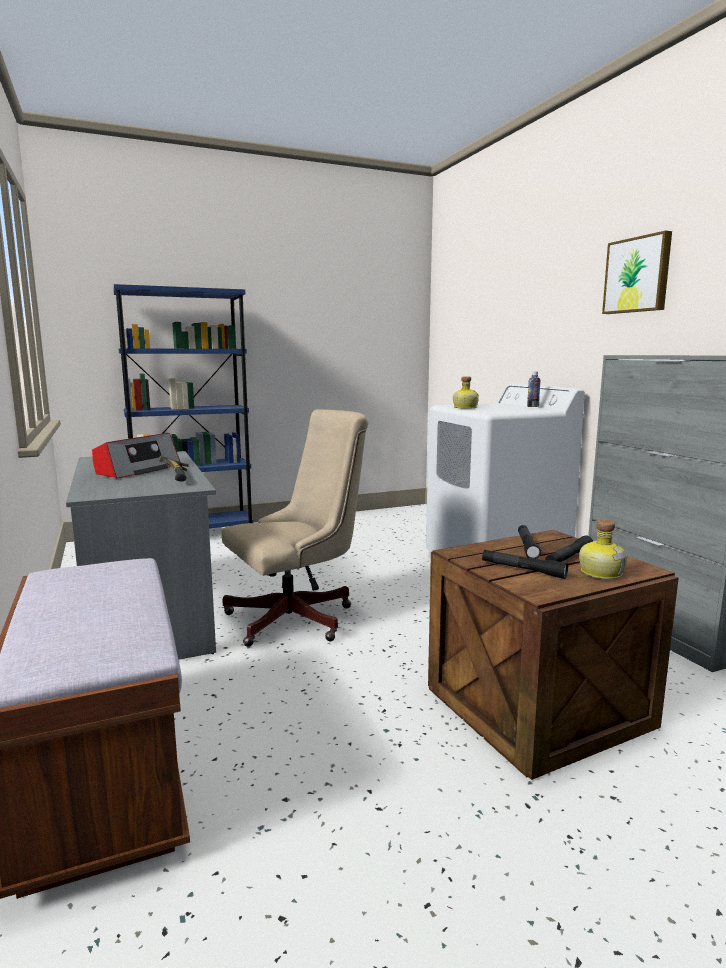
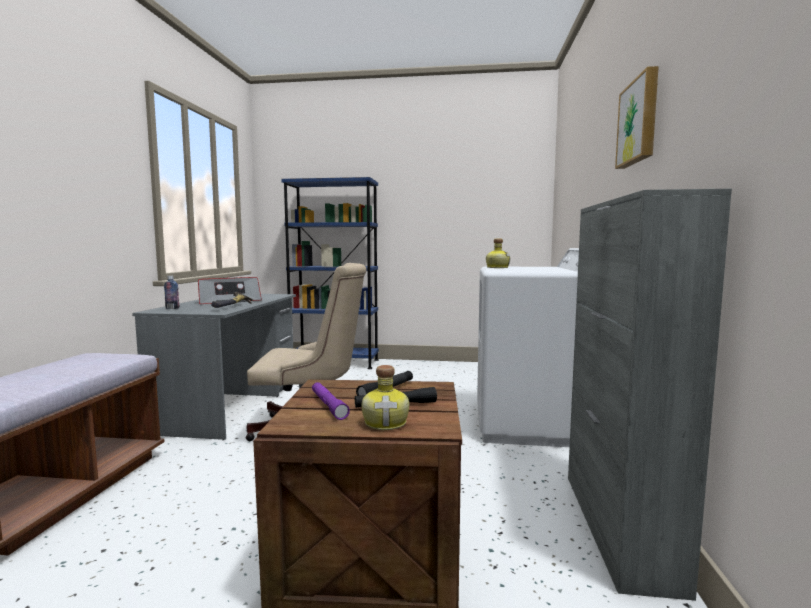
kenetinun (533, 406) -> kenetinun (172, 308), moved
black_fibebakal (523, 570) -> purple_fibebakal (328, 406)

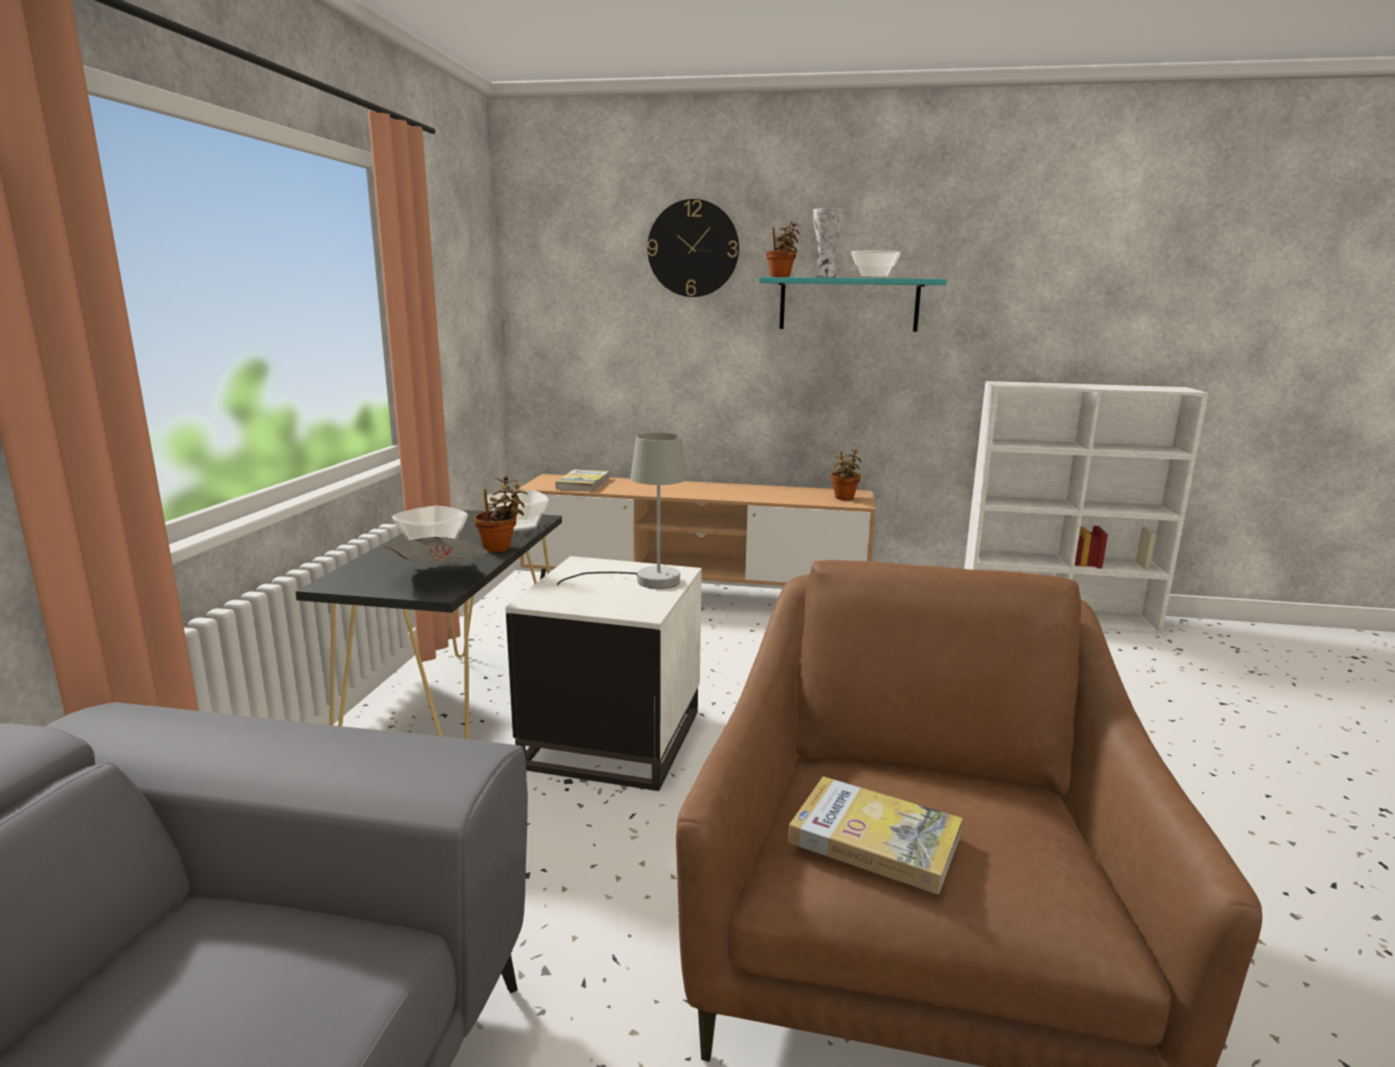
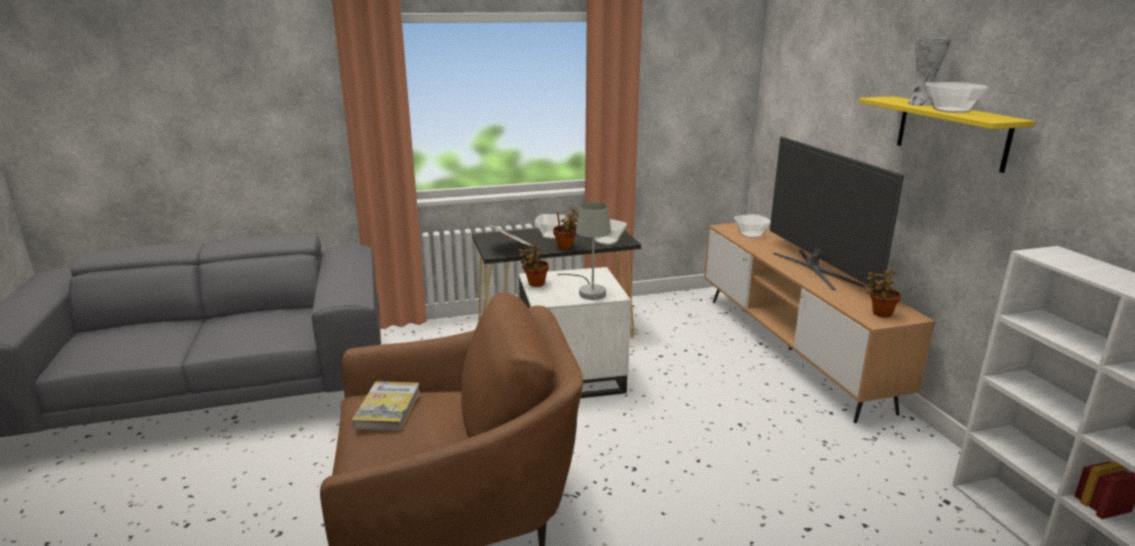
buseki (693, 248) -> none
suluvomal (781, 277) -> suluvomal (535, 284), moved
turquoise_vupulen (849, 304) -> yellow_vupulen (951, 132)
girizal (583, 484) -> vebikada (751, 235)
none -> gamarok (816, 269)

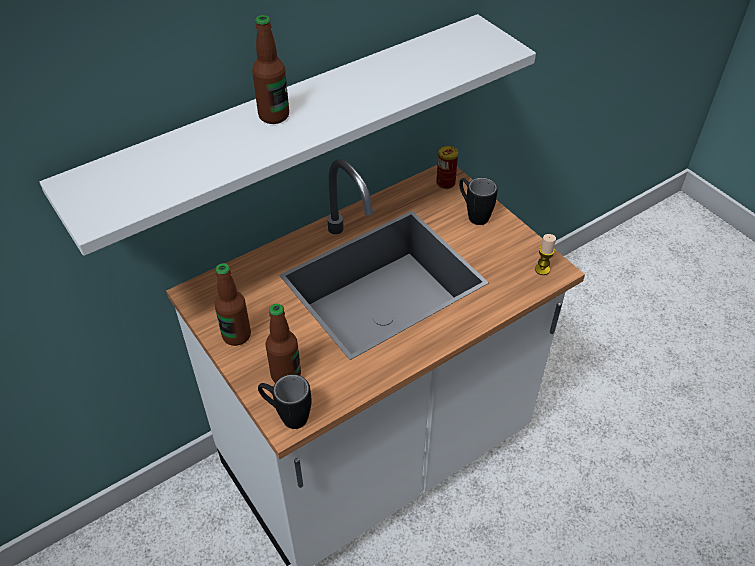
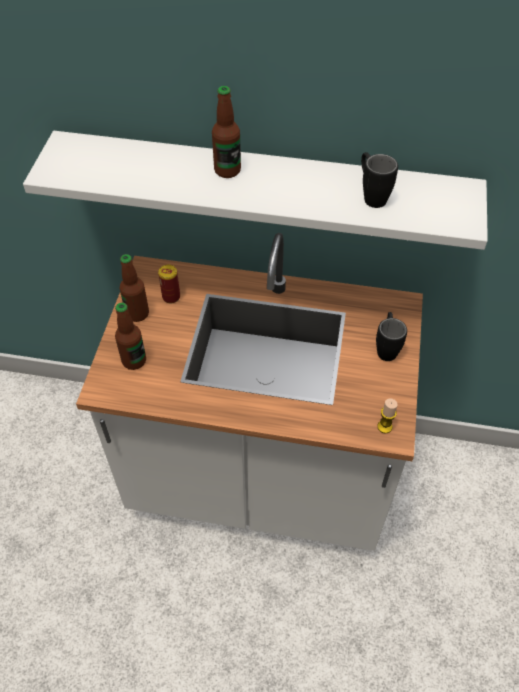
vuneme (445, 183) -> vuneme (171, 297), moved
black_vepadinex (287, 415) -> black_vepadinex (371, 195), moved

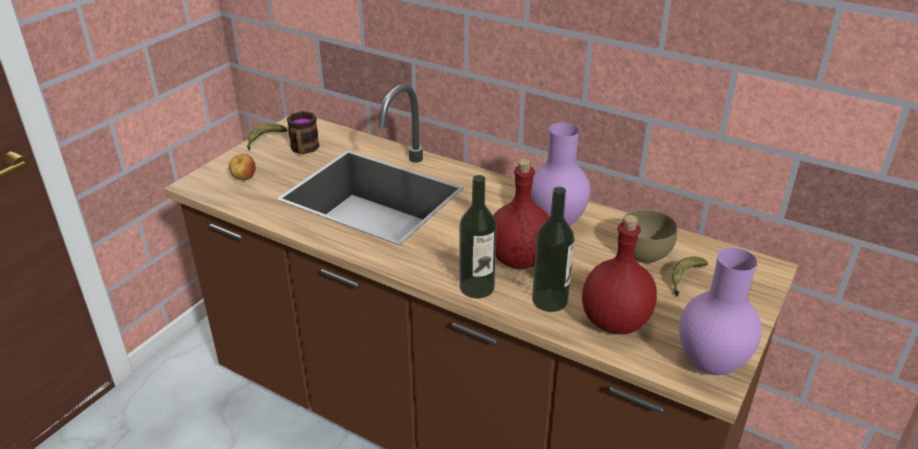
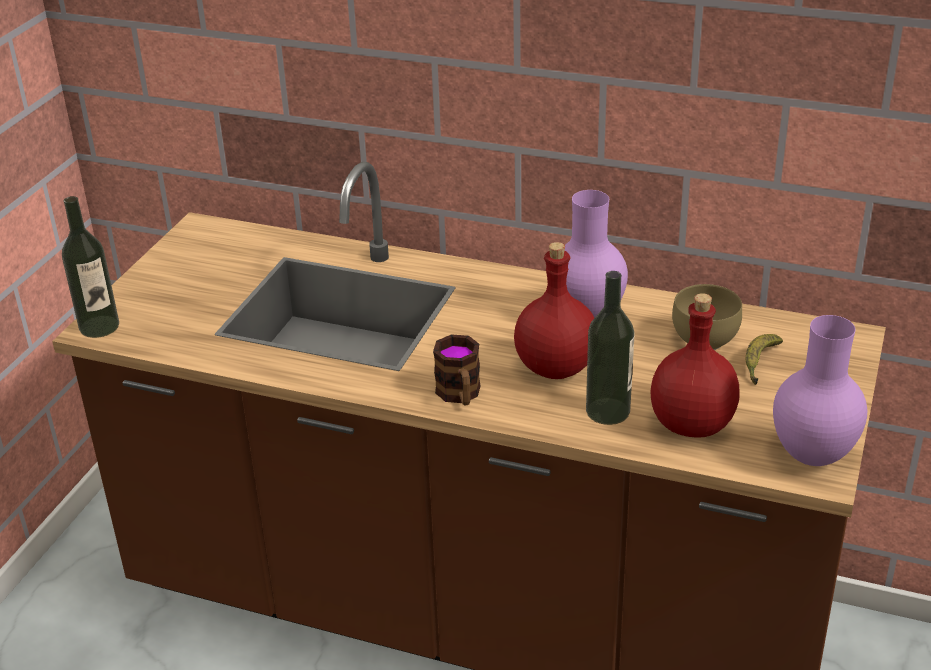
vepadinex (304, 150) -> vepadinex (460, 395), moved
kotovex (264, 140) -> none
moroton (244, 178) -> none
kenetinun (477, 287) -> kenetinun (99, 326), moved

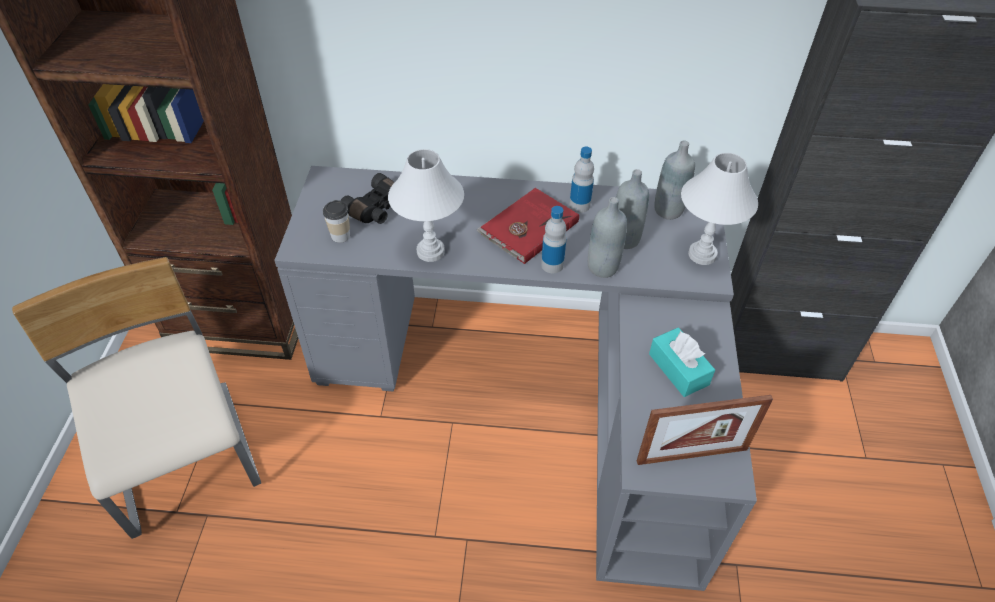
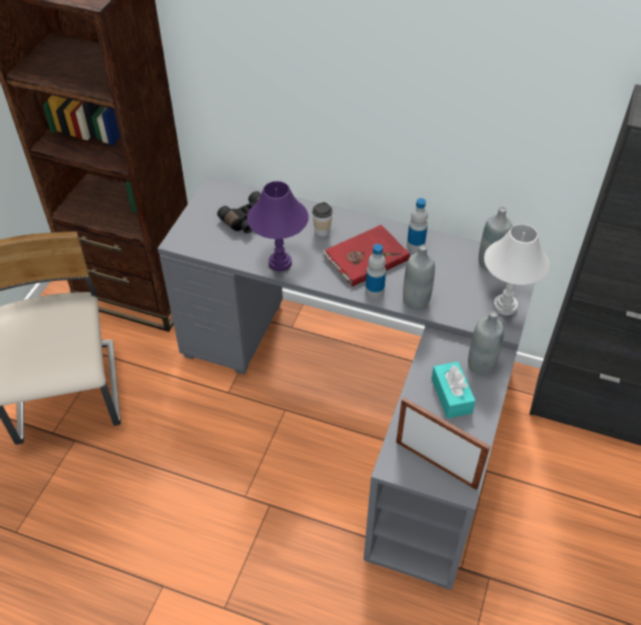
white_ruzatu (430, 251) -> purple_ruzatu (279, 263)
grey_kenetinun (624, 239) -> grey_kenetinun (481, 365), moved
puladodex (340, 236) -> puladodex (322, 231), moved
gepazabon (692, 455) -> gepazabon (436, 464), 150 degrees counterclockwise

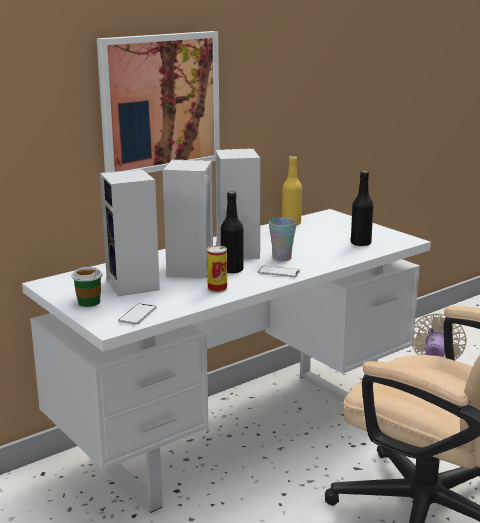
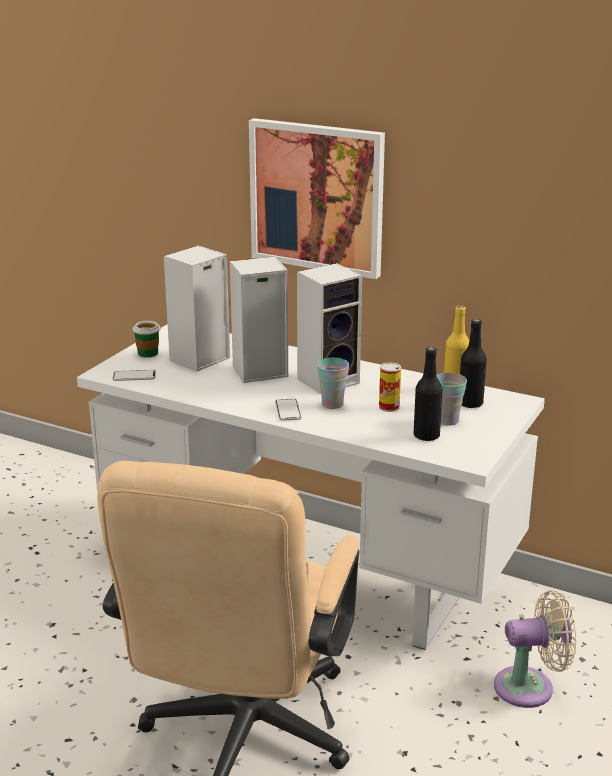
black_kenetinun (232, 270) -> black_kenetinun (470, 403), moved
vuneme (217, 288) -> vuneme (389, 407), moved
none -> puladodex (447, 420)

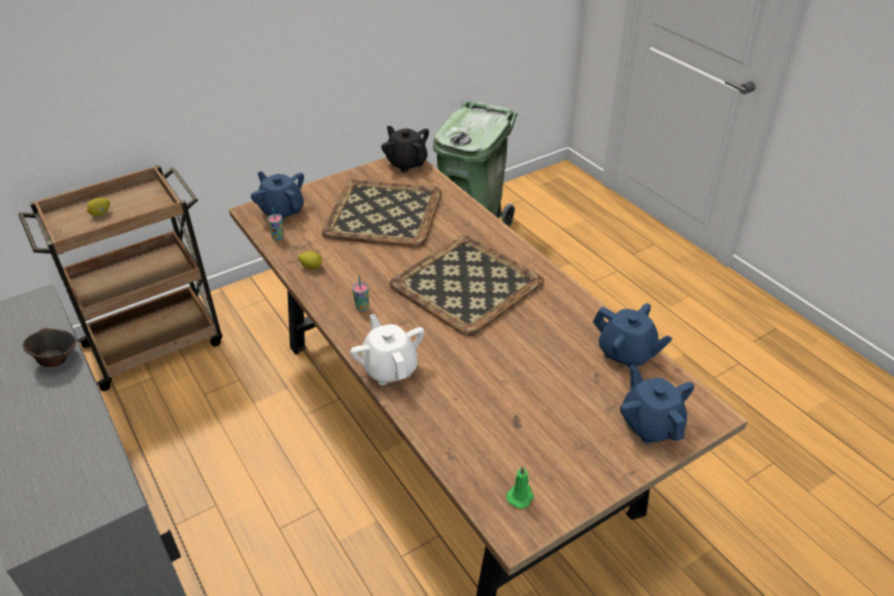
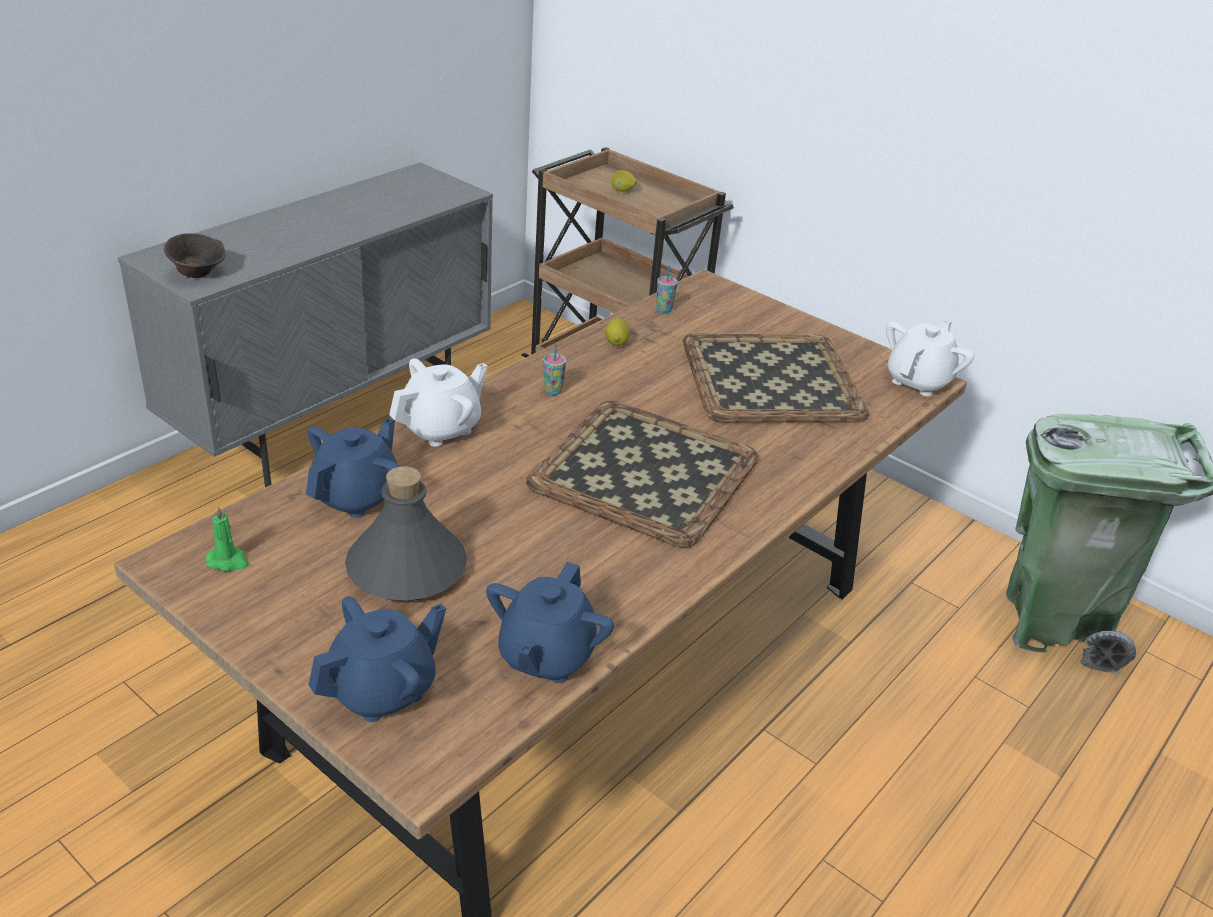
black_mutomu (406, 163) -> white_mutomu (918, 381)
blue_mutomu (282, 211) -> blue_mutomu (356, 496), moved
brown_vebikada (56, 359) -> brown_vebikada (198, 273), moved
none -> grey_kenetinun (406, 569)

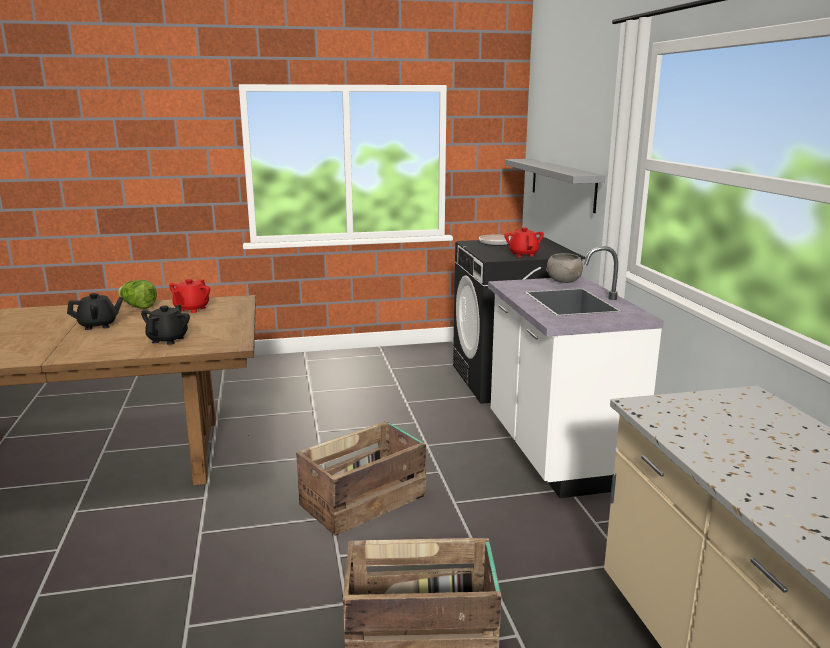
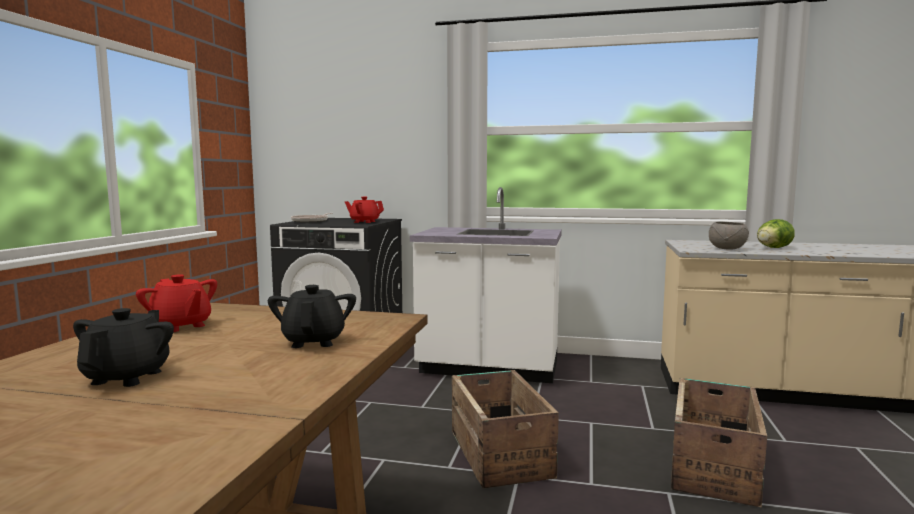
grey_vupulen (562, 183) -> none
grey_vebikada (563, 281) -> grey_vebikada (726, 248), moved
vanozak (138, 307) -> vanozak (772, 248), moved
black_mutomu (168, 339) -> black_mutomu (314, 341), 45 degrees clockwise

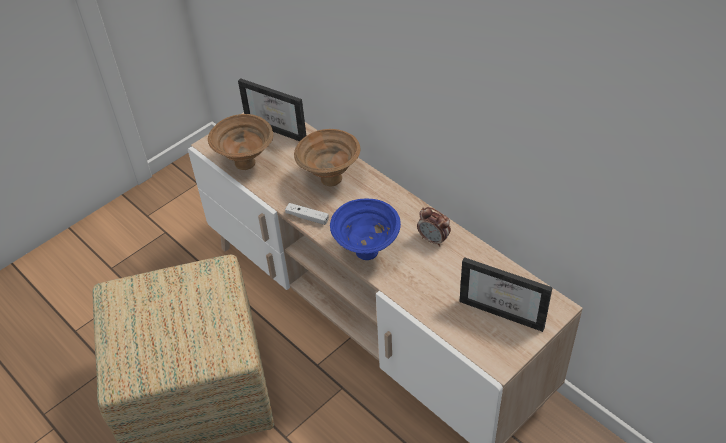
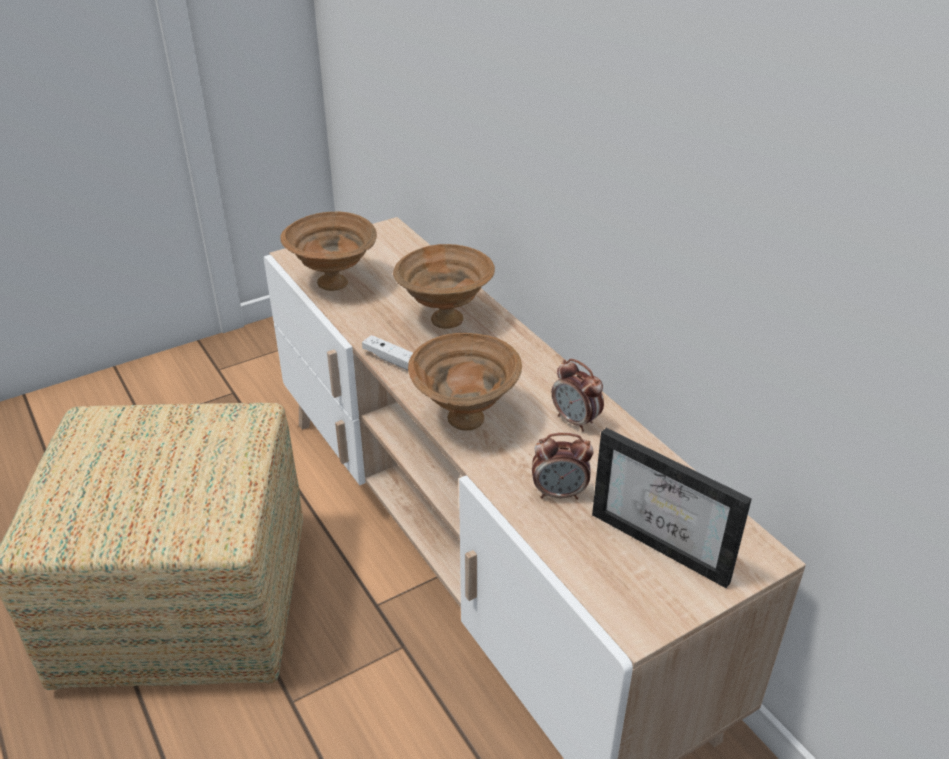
gepazabon (281, 127) -> none
blue_vebikada (367, 253) -> brown_vebikada (466, 421)
none -> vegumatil (559, 493)

